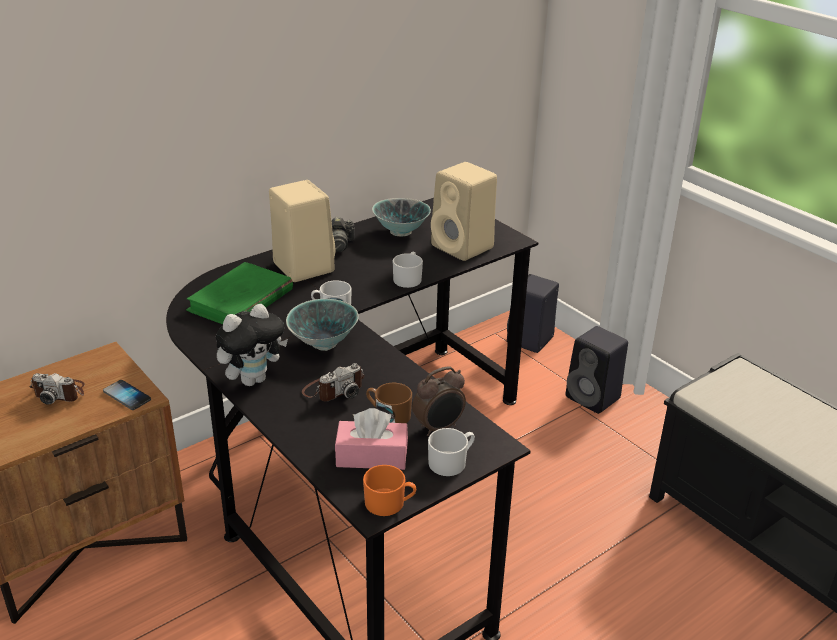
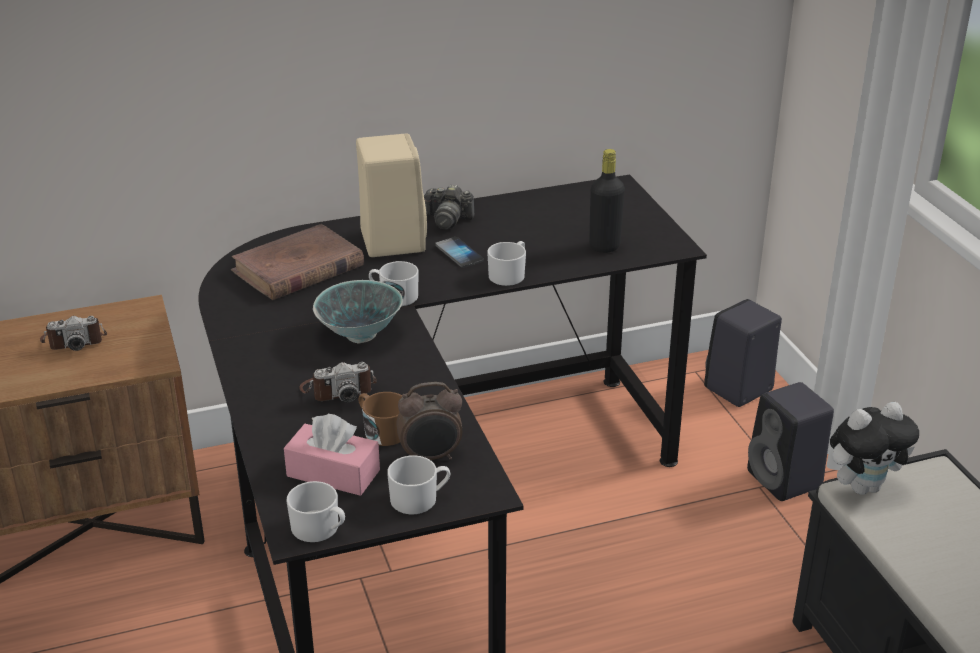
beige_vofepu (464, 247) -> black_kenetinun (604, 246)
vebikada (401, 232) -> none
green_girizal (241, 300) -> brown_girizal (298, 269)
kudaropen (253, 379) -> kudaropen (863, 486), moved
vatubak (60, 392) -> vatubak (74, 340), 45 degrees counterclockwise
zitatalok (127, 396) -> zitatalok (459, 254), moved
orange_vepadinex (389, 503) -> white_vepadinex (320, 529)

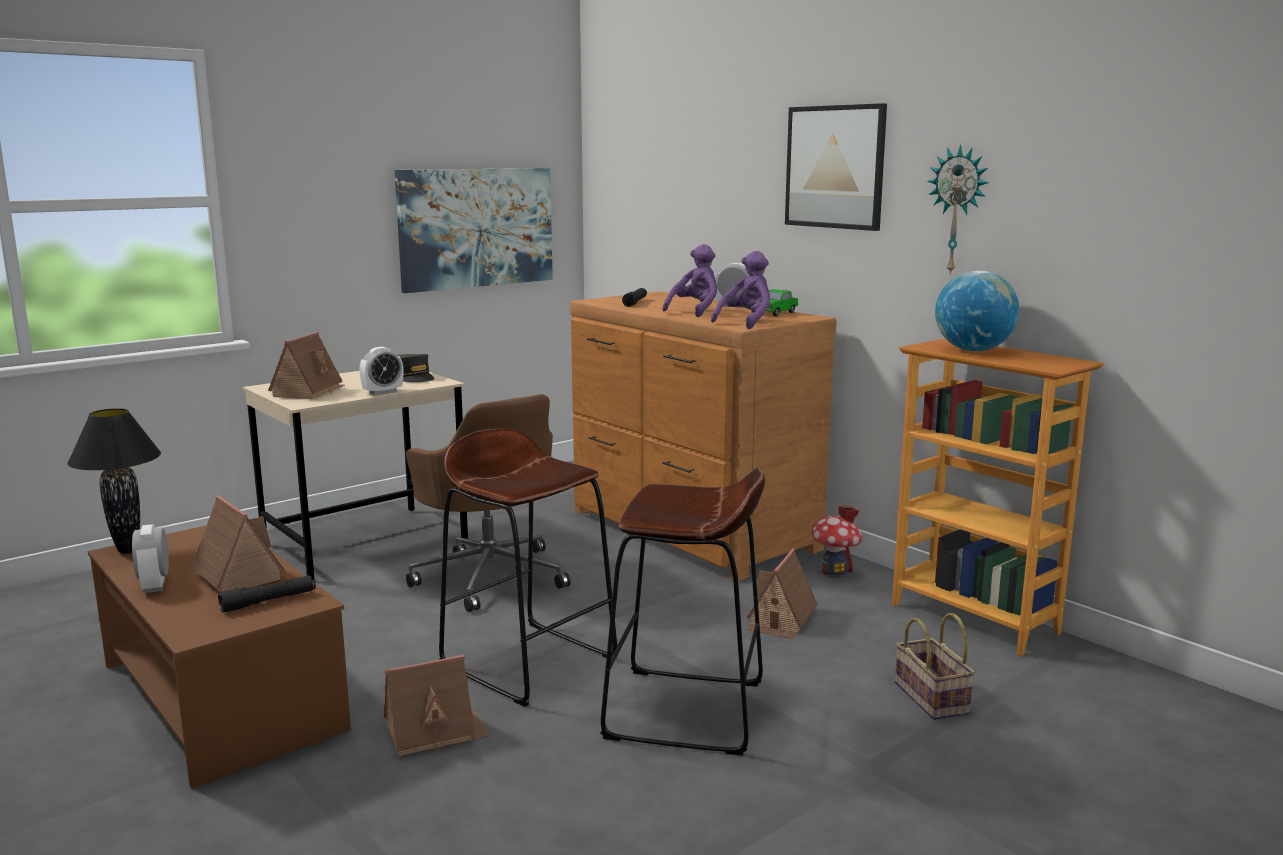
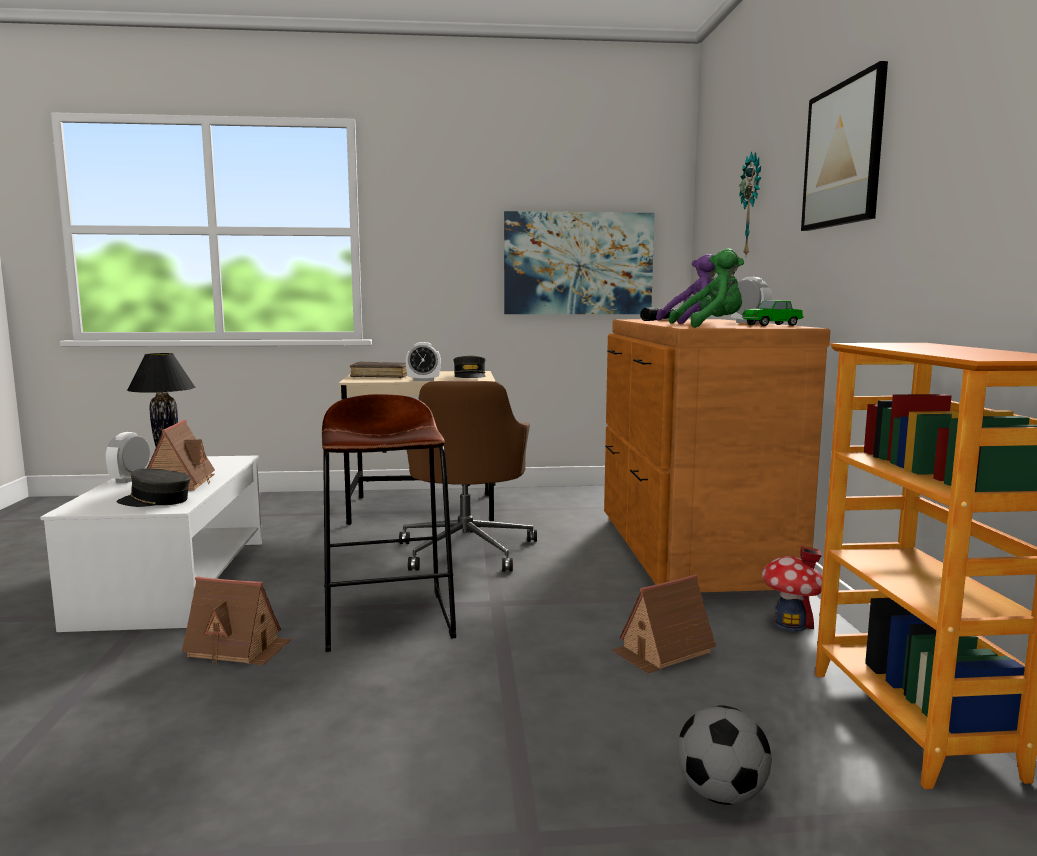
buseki (958, 210) -> buseki (753, 205), moved
purple_kudaropen (746, 322) -> green_kudaropen (711, 326)
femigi (973, 350) -> none
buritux (308, 391) -> brown_girizal (381, 376)
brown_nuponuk (685, 711) -> none
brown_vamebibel (222, 697) -> white_vamebibel (174, 581)
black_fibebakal (268, 601) -> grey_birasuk (155, 501)
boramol (933, 699) -> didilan (721, 795)

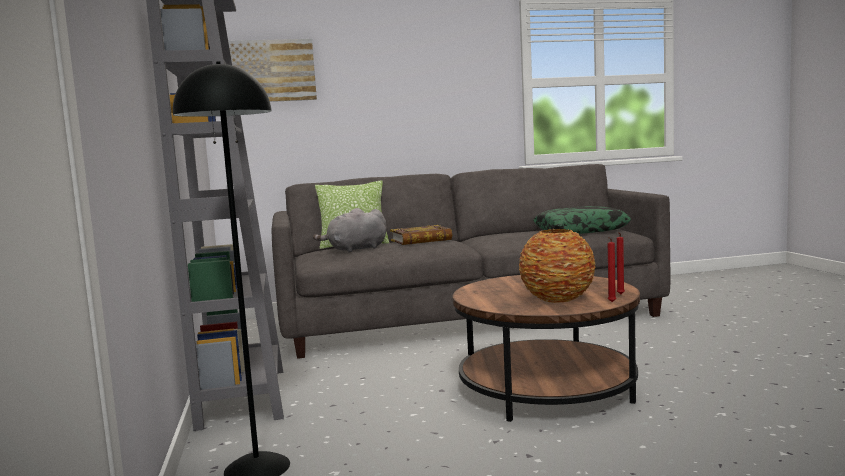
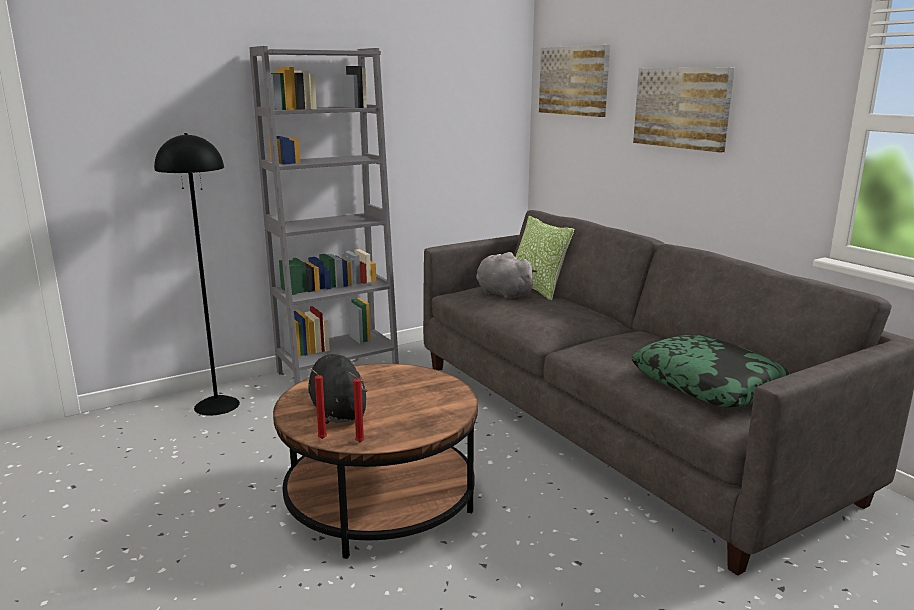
girizal (421, 240) -> none
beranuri (557, 299) -> black_kudaropen (338, 411)
none -> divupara (682, 108)

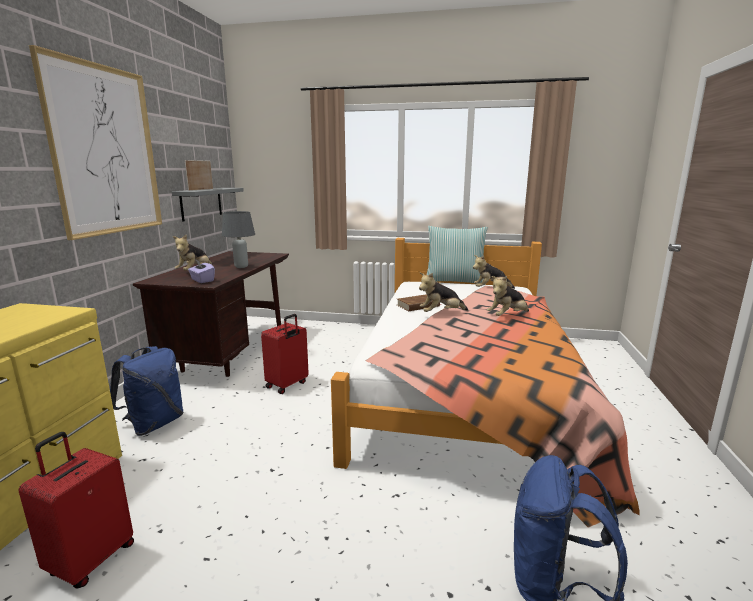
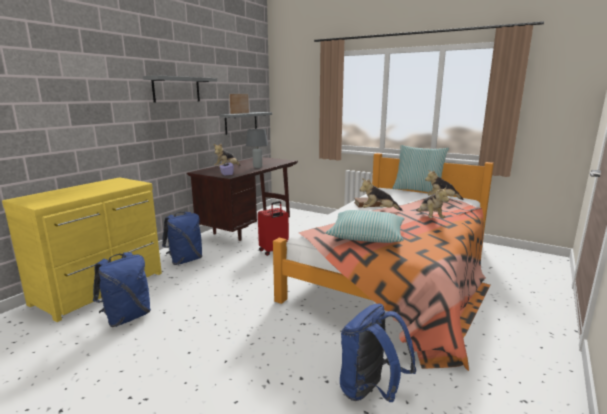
divupara (105, 151) -> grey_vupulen (176, 89)
kudaropen (507, 316) -> kudaropen (429, 218), 90 degrees counterclockwise
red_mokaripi (91, 560) -> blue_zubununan (127, 317)
none -> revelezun (366, 236)

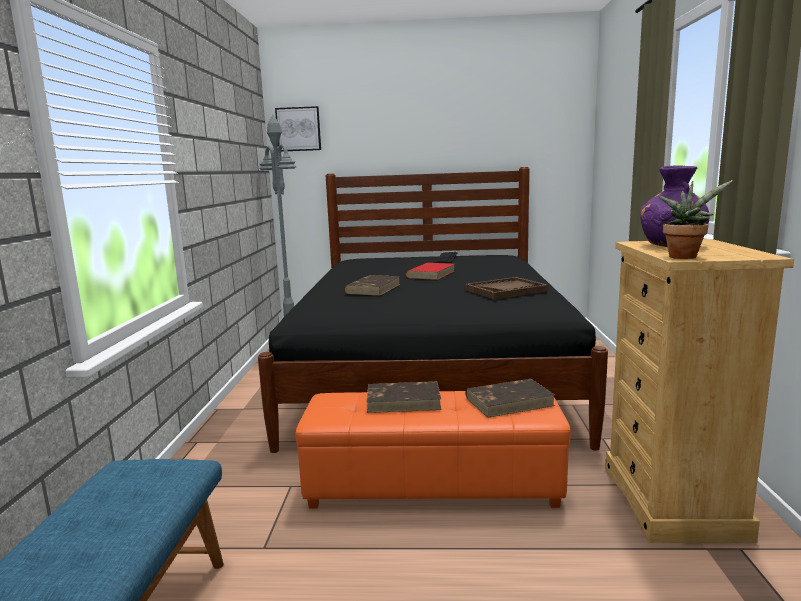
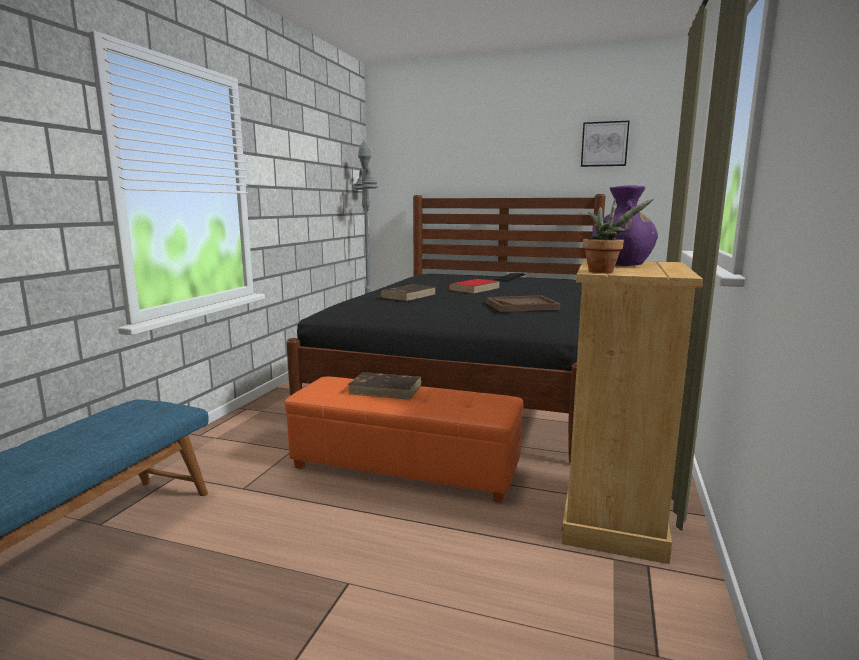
divupara (298, 129) -> divupara (604, 144), moved
brown_girizal (509, 401) -> none

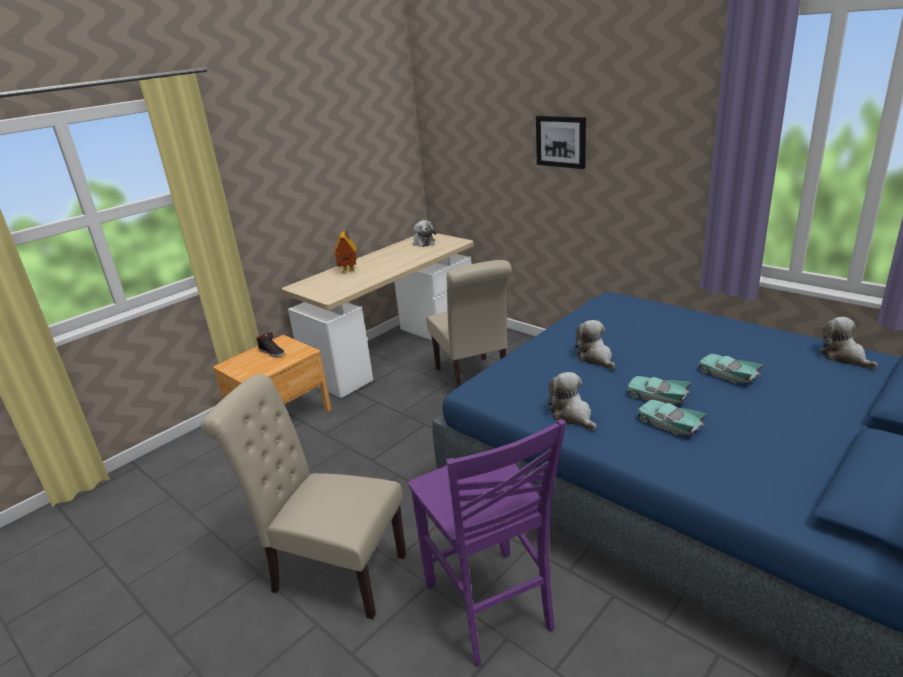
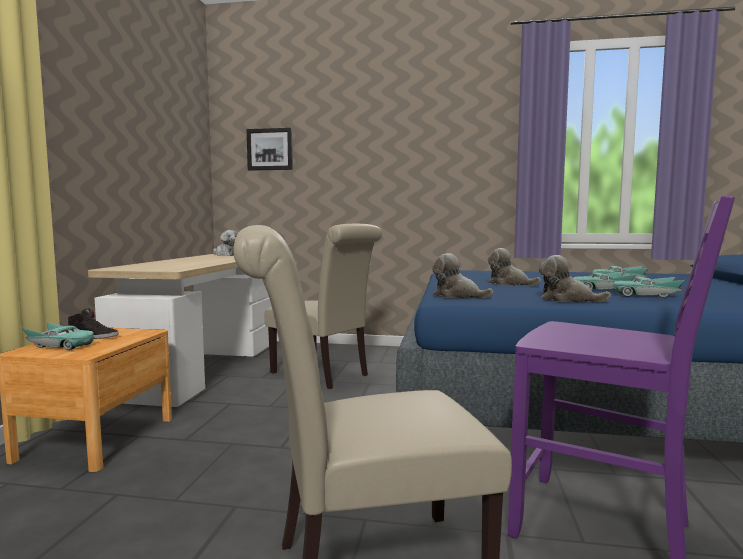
divupara (561, 141) -> divupara (270, 149), moved
buritux (349, 271) -> none
kudaropen (844, 357) -> kudaropen (457, 296), moved
none -> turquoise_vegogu (60, 345)

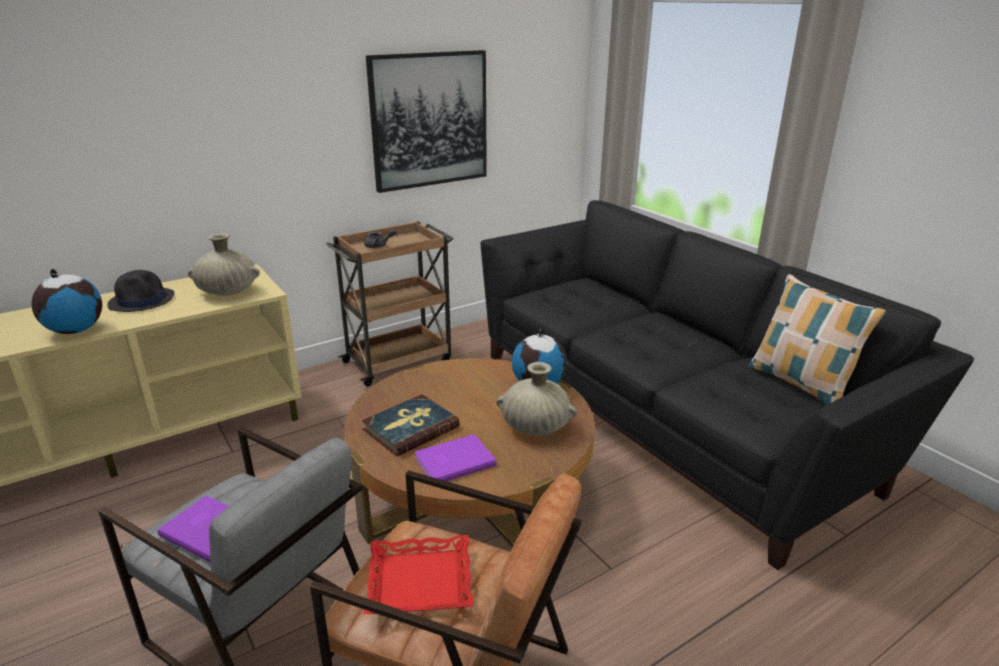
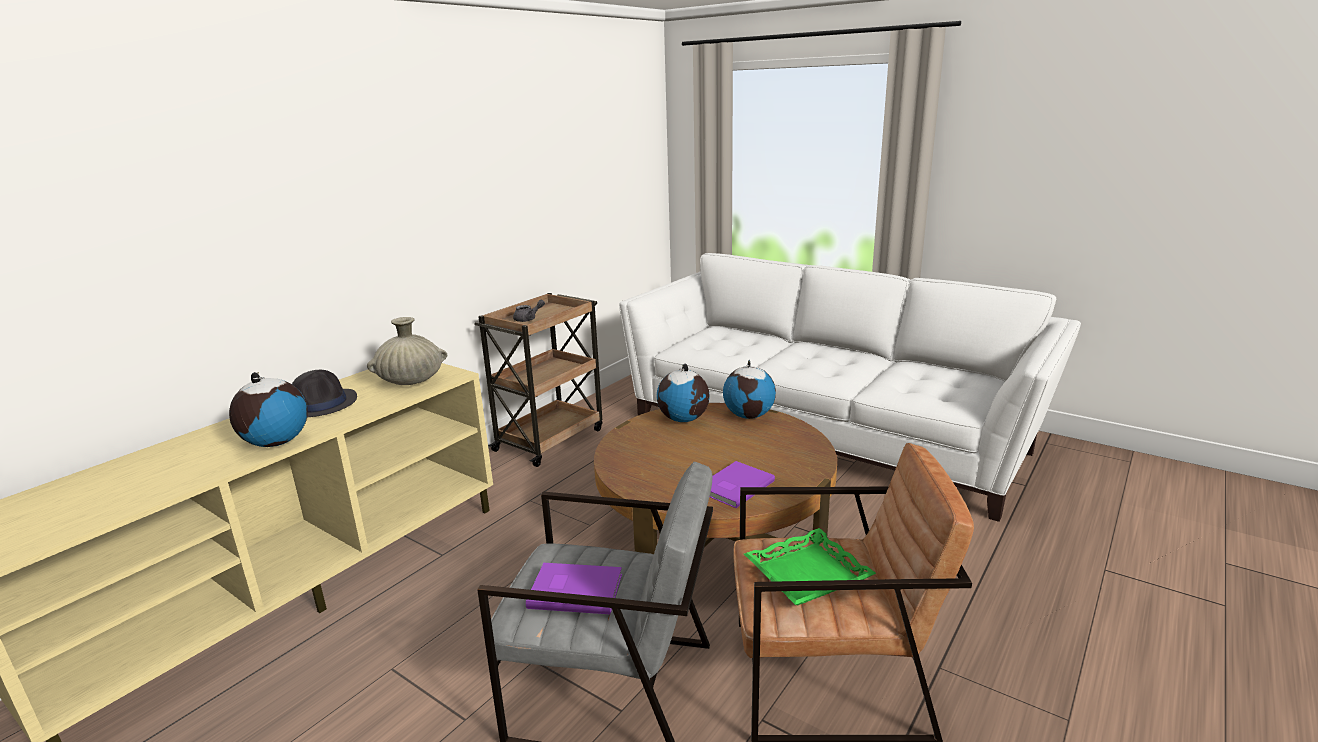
divupara (429, 120) -> none
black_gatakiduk (666, 413) -> white_gatakiduk (827, 431)
revelezun (800, 384) -> none
beige_beranuri (535, 427) -> none
girizal (410, 428) -> none
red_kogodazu (419, 582) -> green_kogodazu (808, 574)
none -> femigi (684, 419)

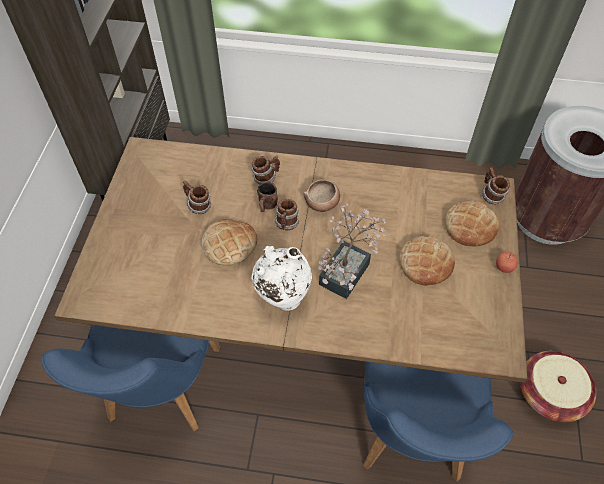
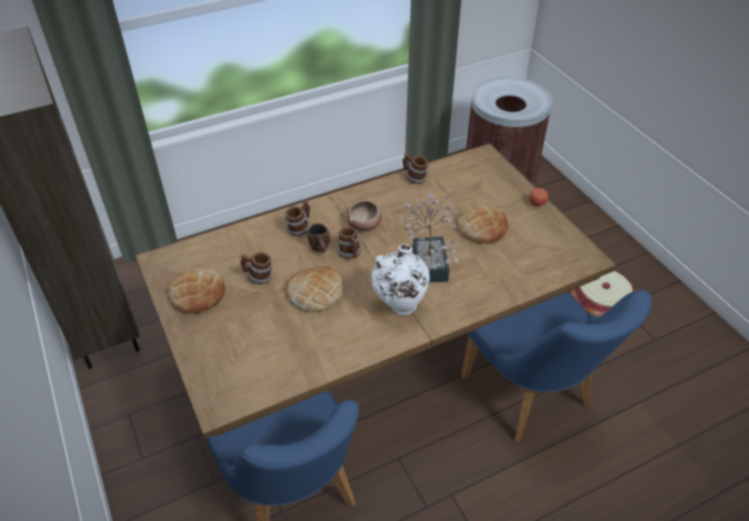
vepadinex (491, 196) -> vepadinex (414, 178), moved
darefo (470, 226) -> darefo (197, 294), moved

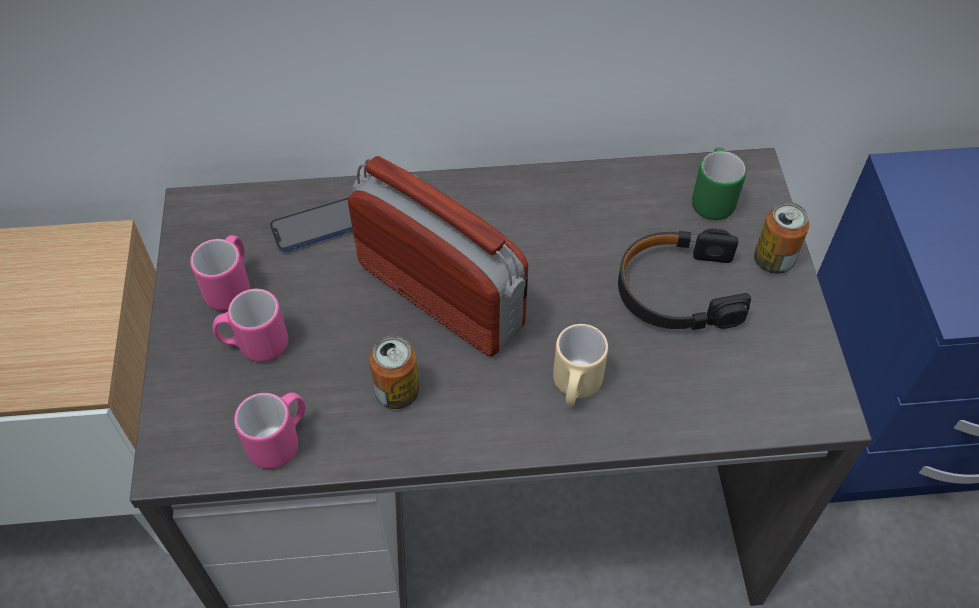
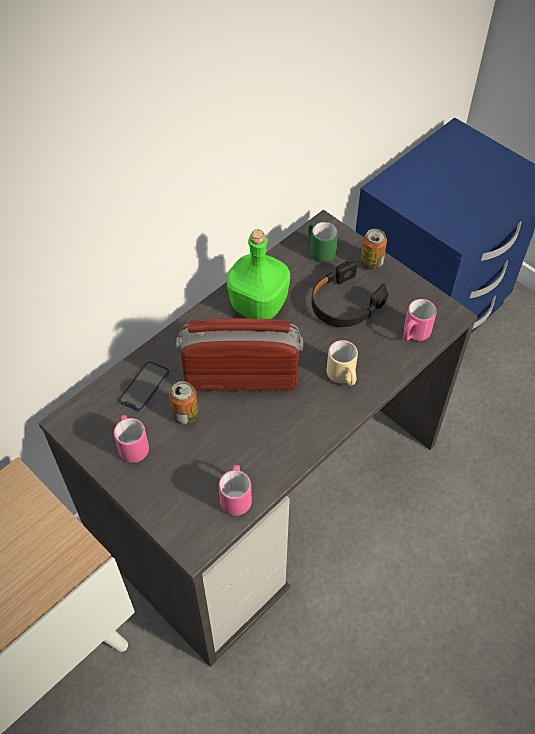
pink_vepadinex (255, 345) -> pink_vepadinex (414, 334), moved
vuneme (397, 392) -> vuneme (185, 415), moved
none -> green_kenetinun (257, 306)

